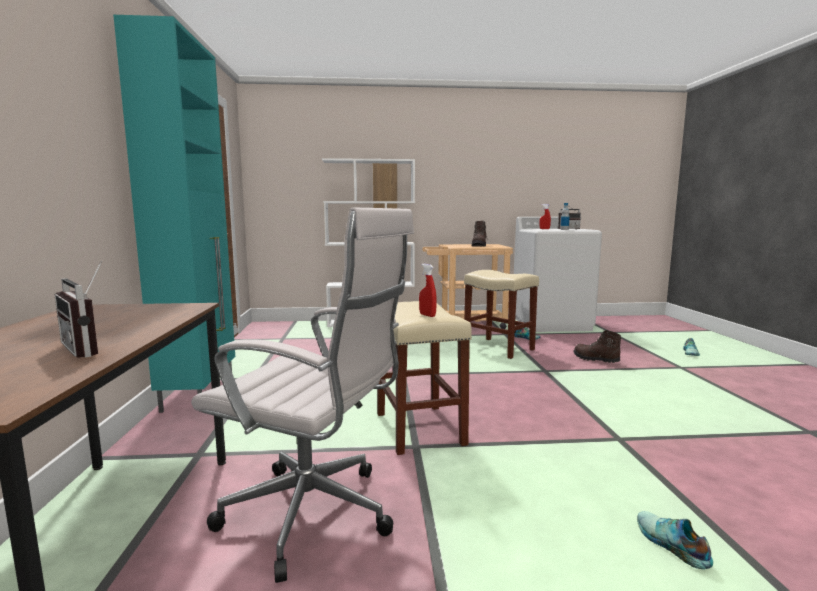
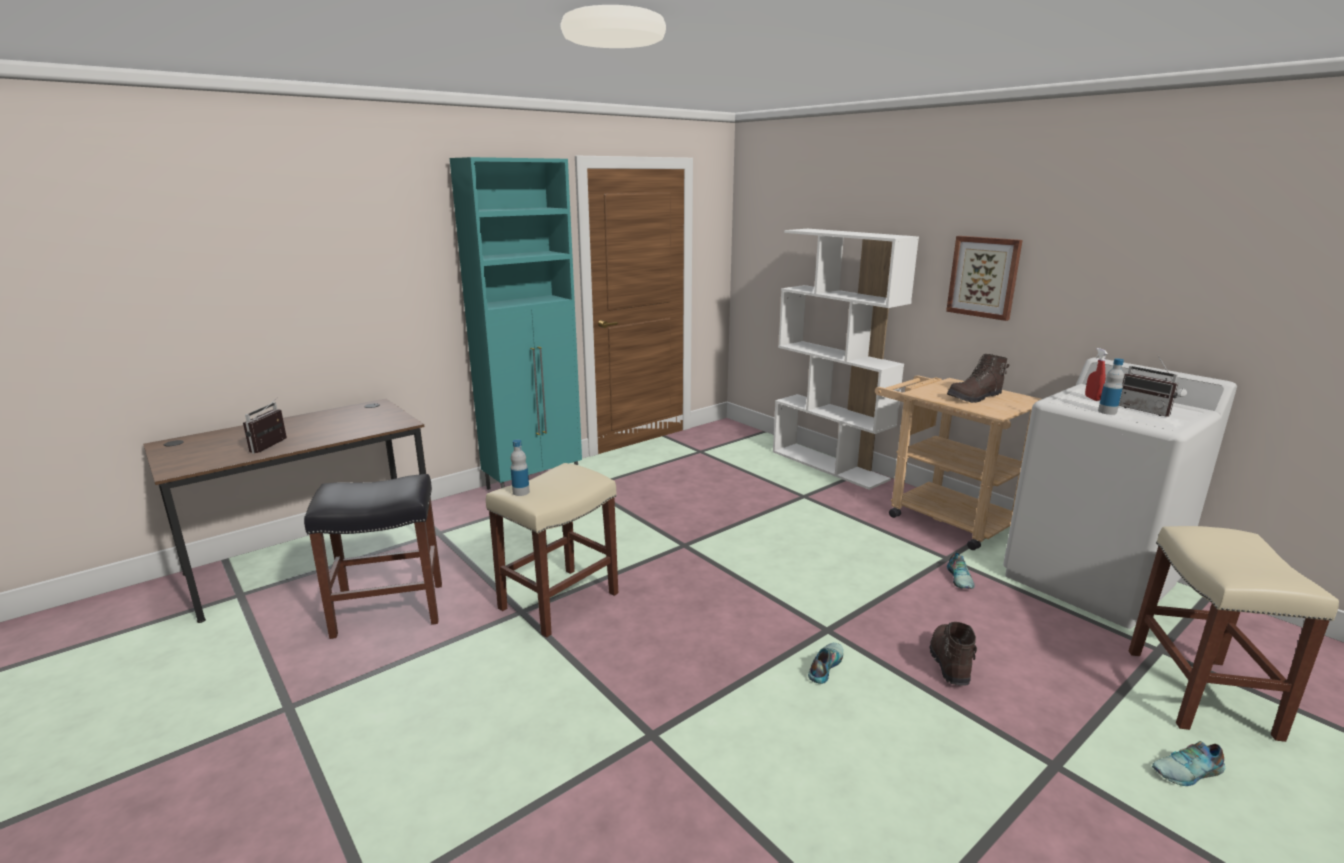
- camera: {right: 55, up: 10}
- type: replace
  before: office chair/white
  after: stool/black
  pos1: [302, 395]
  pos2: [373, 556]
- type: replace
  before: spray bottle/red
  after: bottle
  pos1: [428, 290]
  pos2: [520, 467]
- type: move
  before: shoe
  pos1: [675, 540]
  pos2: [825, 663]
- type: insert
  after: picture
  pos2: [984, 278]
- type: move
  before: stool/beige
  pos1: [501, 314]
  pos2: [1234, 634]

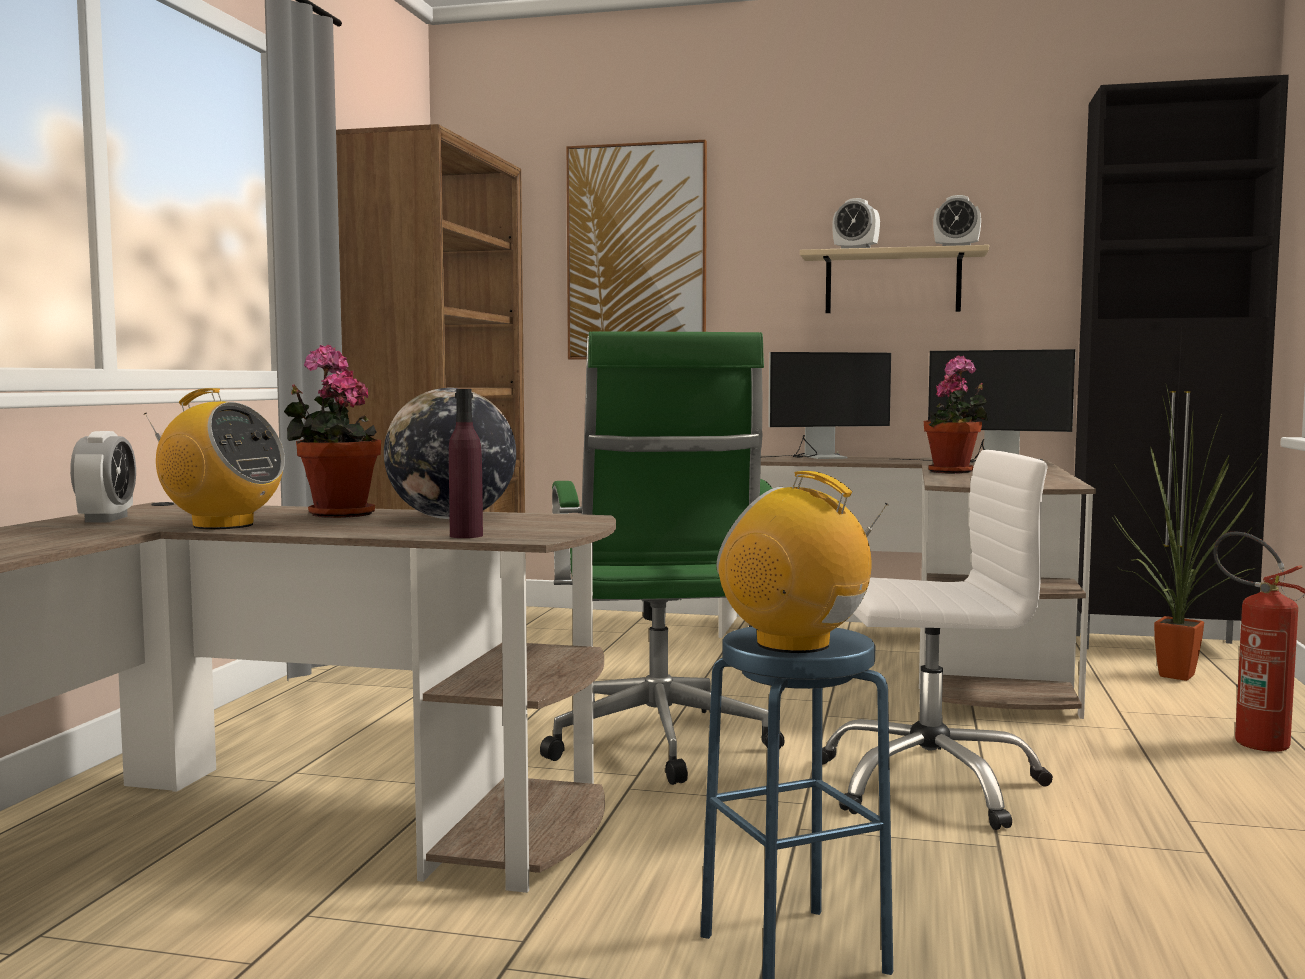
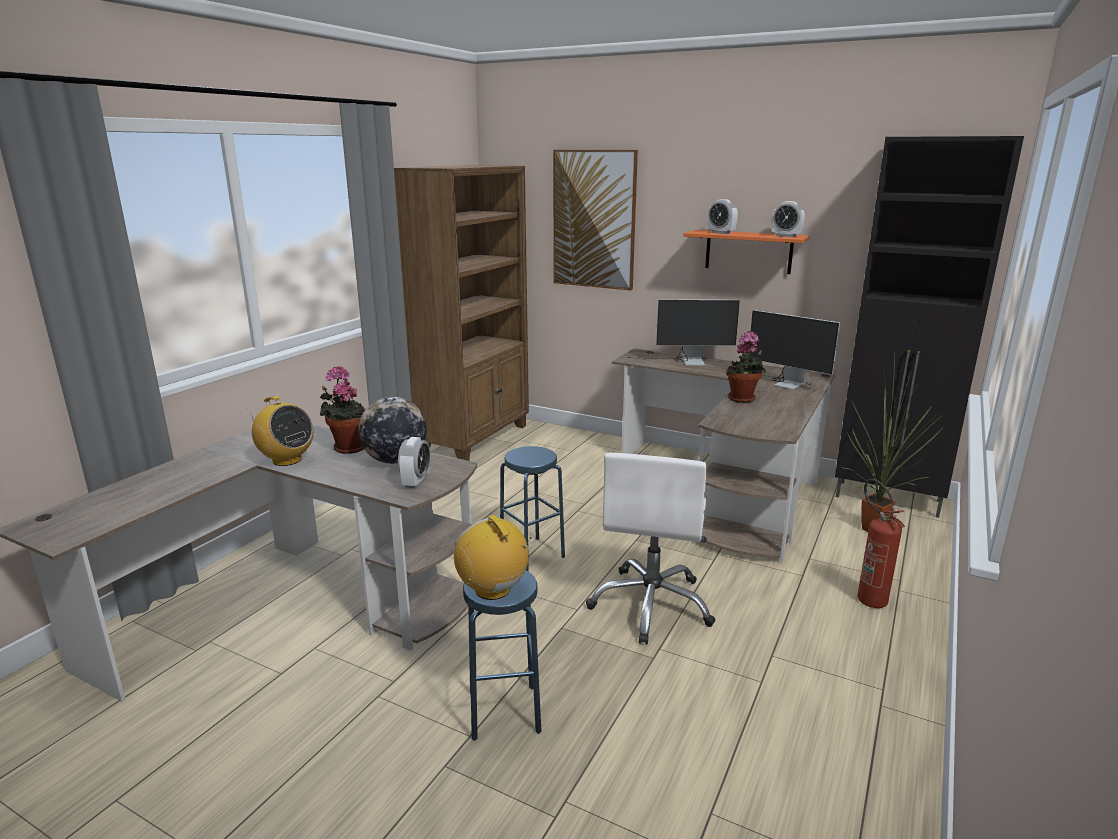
- camera: {right: 15, up: 15}
- type: move
  before: alarm clock
  pos1: [103, 477]
  pos2: [414, 463]
- type: replace
  before: office chair/green
  after: stool/blue
  pos1: [662, 558]
  pos2: [532, 508]
- type: rotate
  before: office chair/white
  pos1: [937, 640]
  pos2: [651, 548]
  turn: 90
- type: recolor
  before: shelf/beige
  after: shelf/orange
  pos1: [894, 279]
  pos2: [746, 252]
- type: delete
  before: bottle/purple
  pos1: [466, 463]

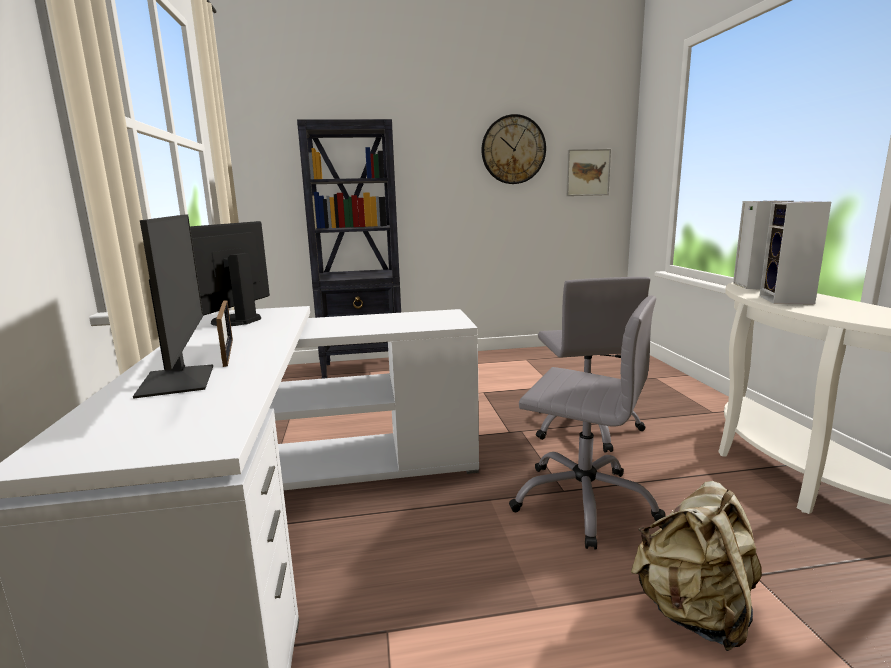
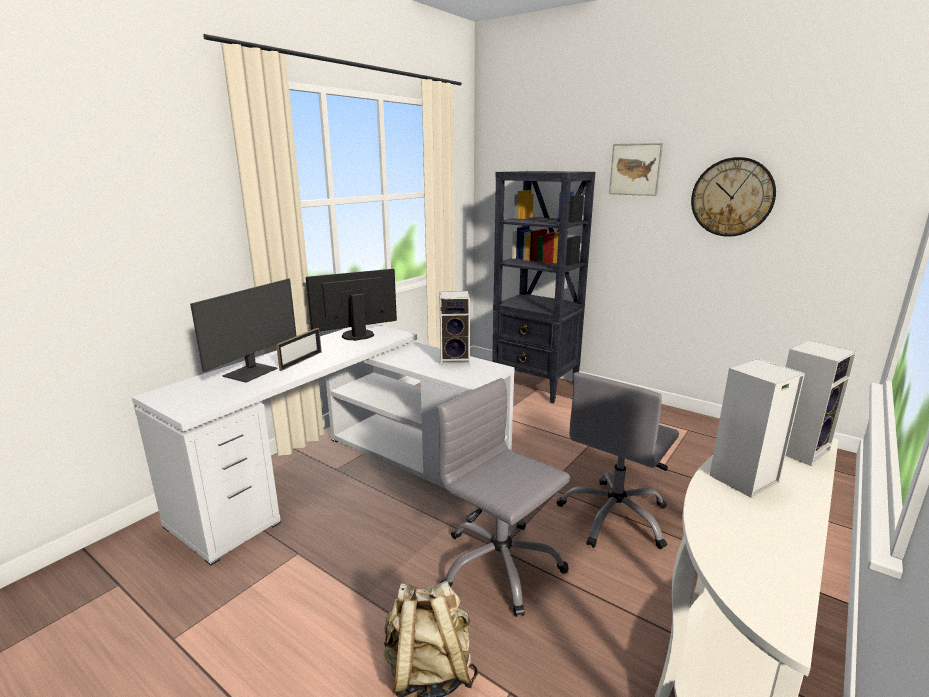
- camera: {right: 45, up: 5}
- type: rotate
  before: office chair/grey
  pos1: [587, 422]
  pos2: [503, 497]
  turn: 150
- type: insert
  after: speaker
  pos2: [454, 328]
- type: move
  before: picture
  pos1: [588, 172]
  pos2: [636, 169]

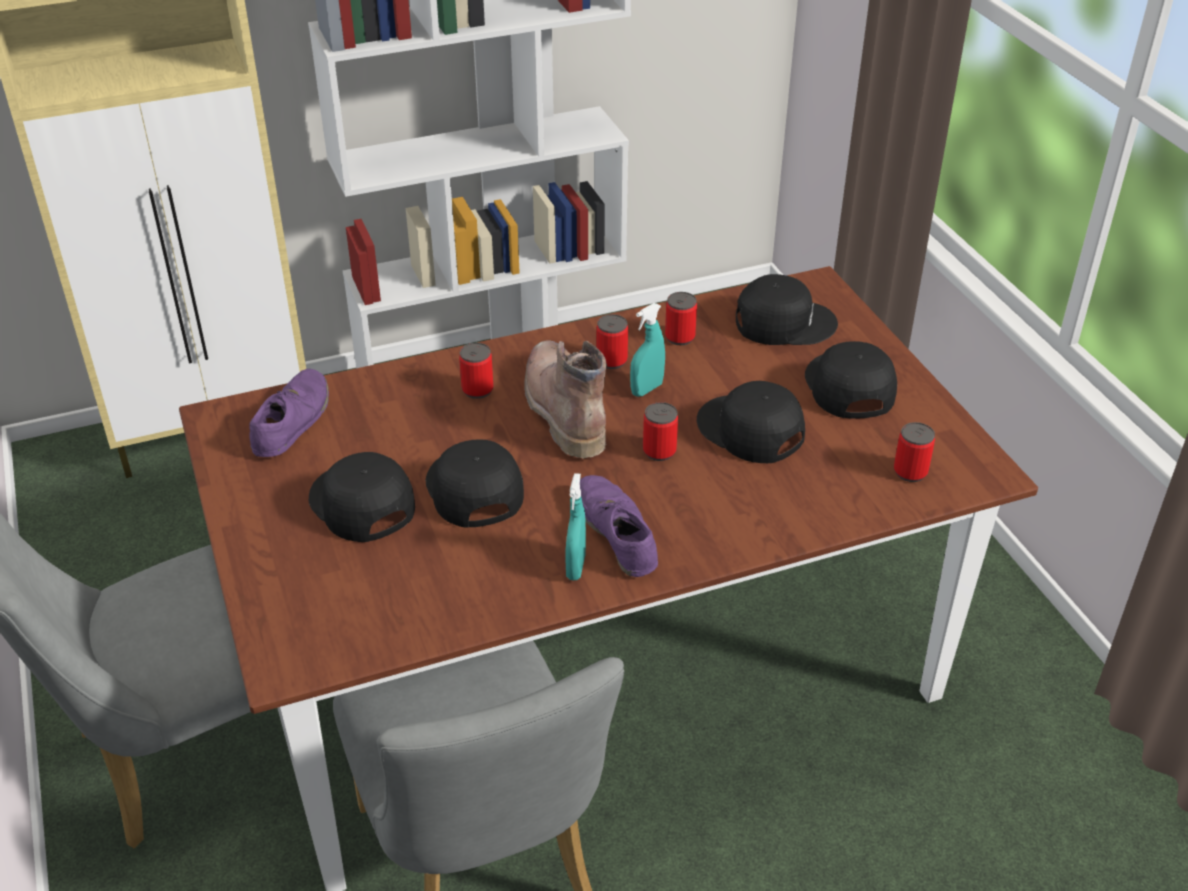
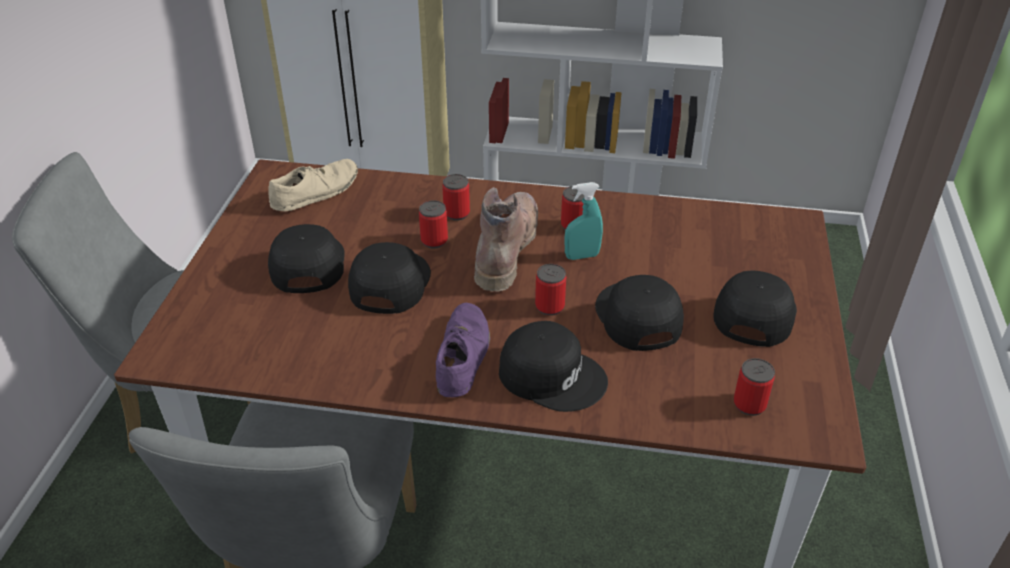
- camera: {right: 30, up: 0}
- type: recolor
  before: shoe/purple
  after: shoe/beige
  pos1: [289, 413]
  pos2: [313, 185]
- type: move
  before: can
  pos1: [681, 318]
  pos2: [433, 224]
- type: move
  before: cap/black
  pos1: [787, 309]
  pos2: [553, 366]
- type: delete
  before: spray bottle/turquoise
  pos1: [576, 527]

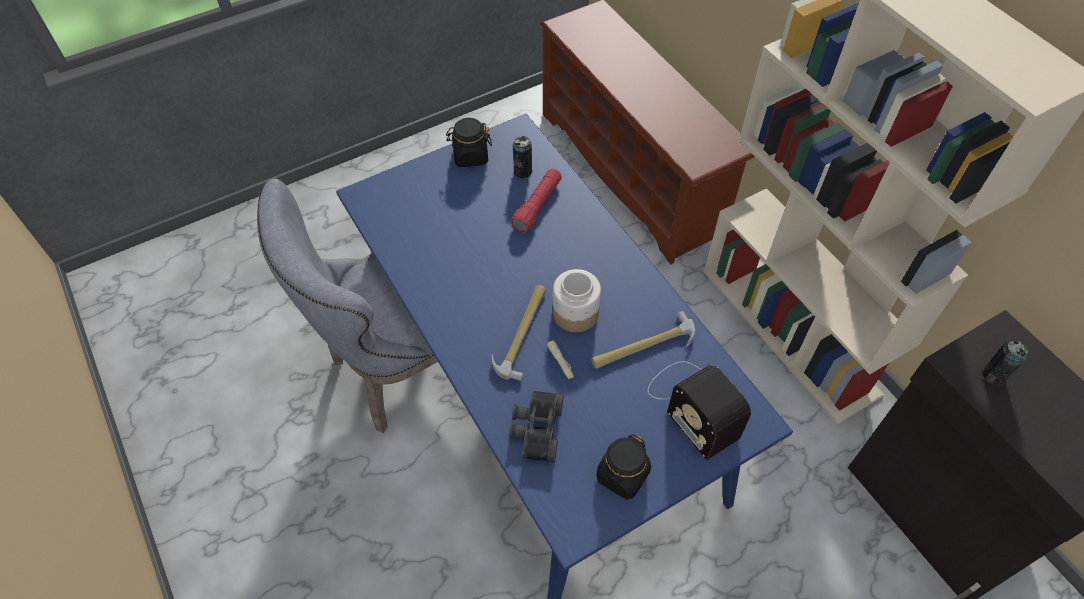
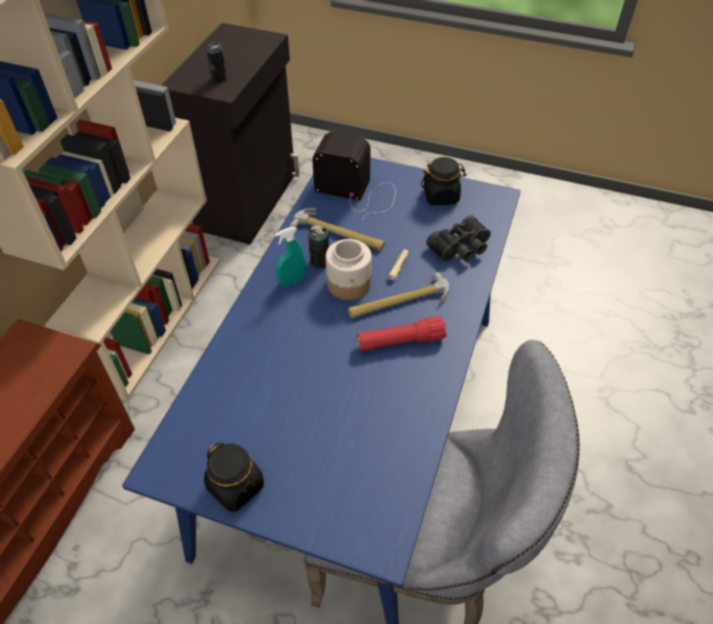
- camera: {right: -130, up: -5}
- type: insert
  after: spray bottle/turquoise
  pos2: [290, 256]
- type: move
  before: can
  pos1: [523, 157]
  pos2: [318, 247]
- type: rotate
  before: radio
  pos1: [699, 410]
  pos2: [354, 176]
  turn: -90
- type: move
  before: flashlight/red
  pos1: [536, 201]
  pos2: [402, 333]

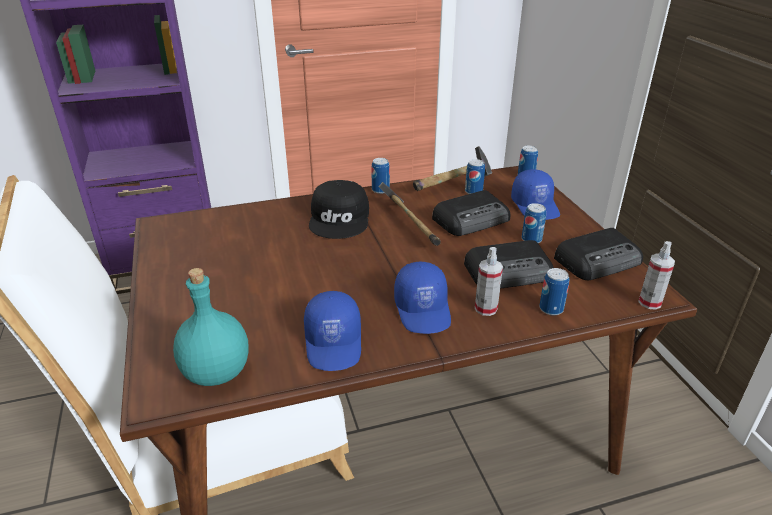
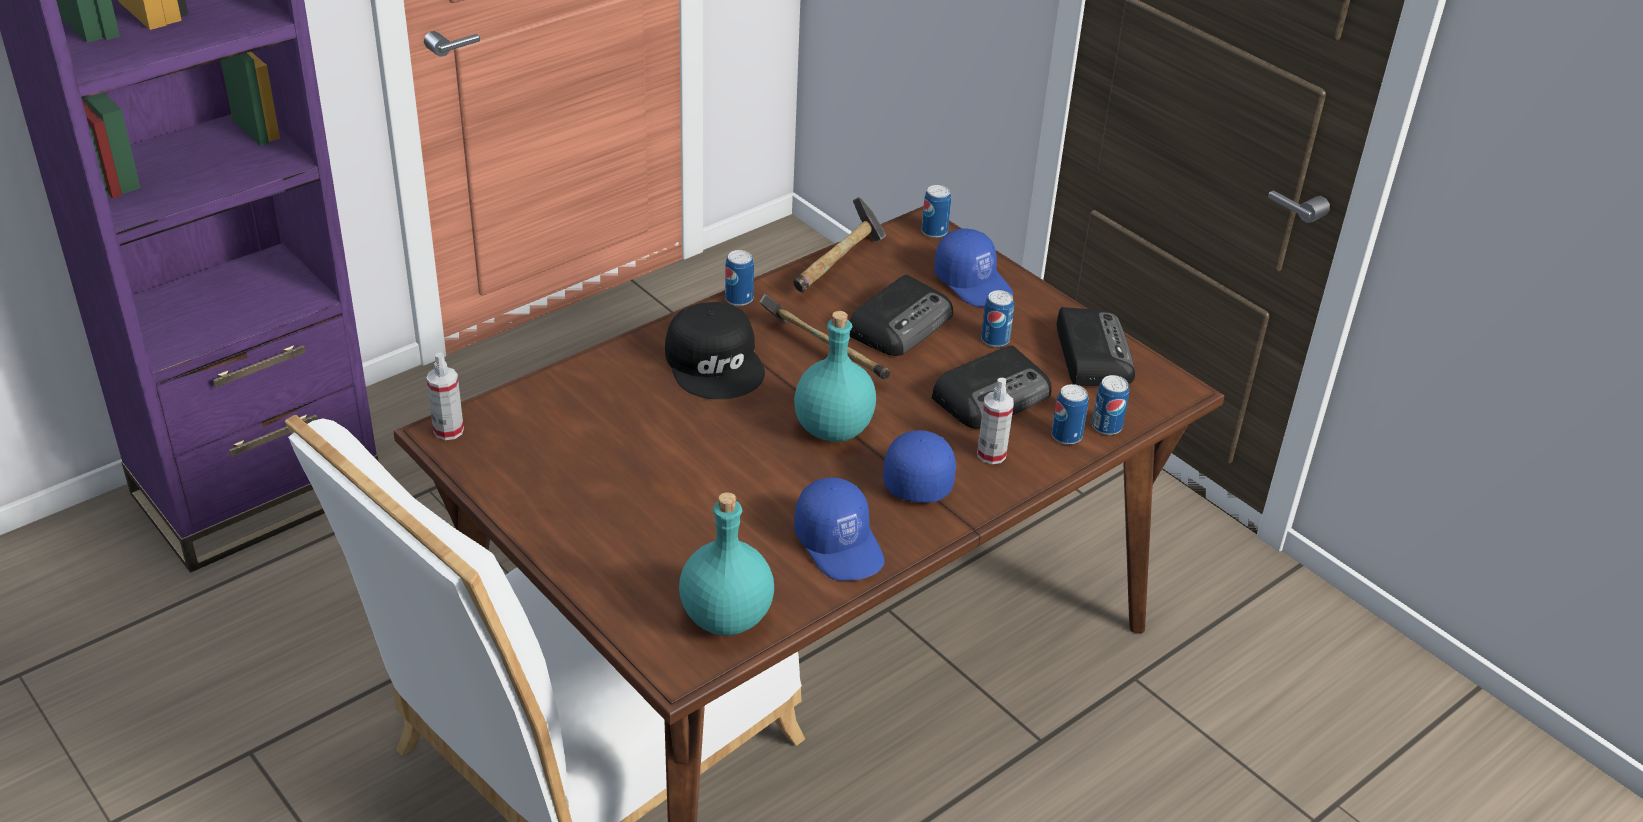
- camera: {right: -25, up: 5}
- type: move
  before: spray bottle
  pos1: [656, 275]
  pos2: [445, 396]
- type: insert
  after: bottle/turquoise
  pos2: [835, 376]
- type: rotate
  before: cap/blue
  pos1: [422, 298]
  pos2: [919, 466]
  turn: -135
- type: rotate
  before: radio
  pos1: [598, 254]
  pos2: [1096, 346]
  turn: -45
- type: move
  before: can
  pos1: [475, 176]
  pos2: [1110, 405]

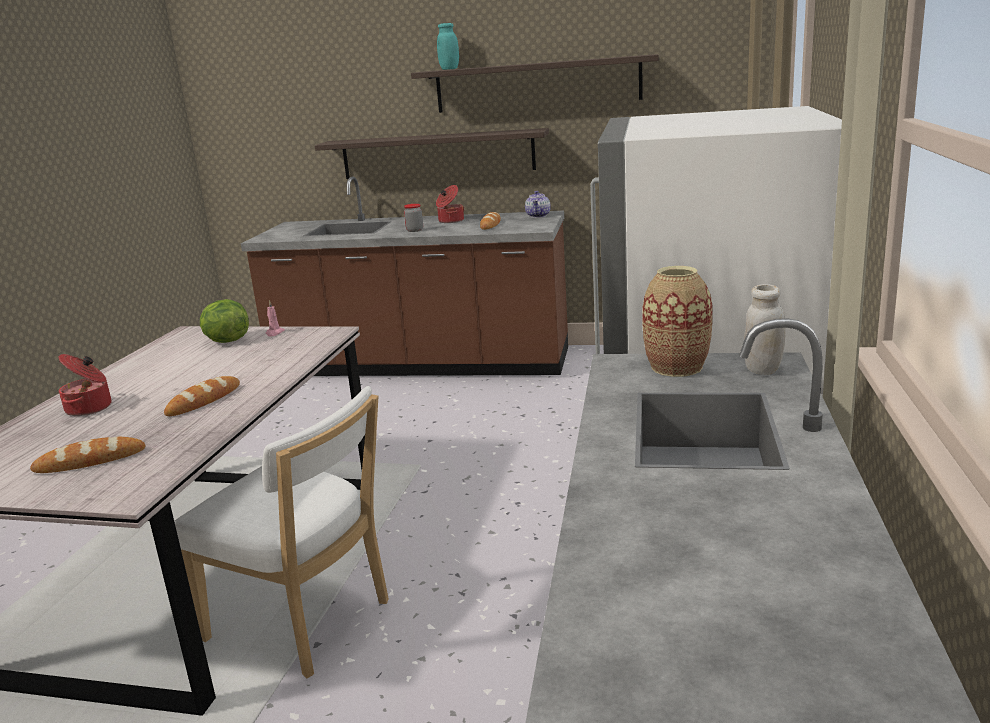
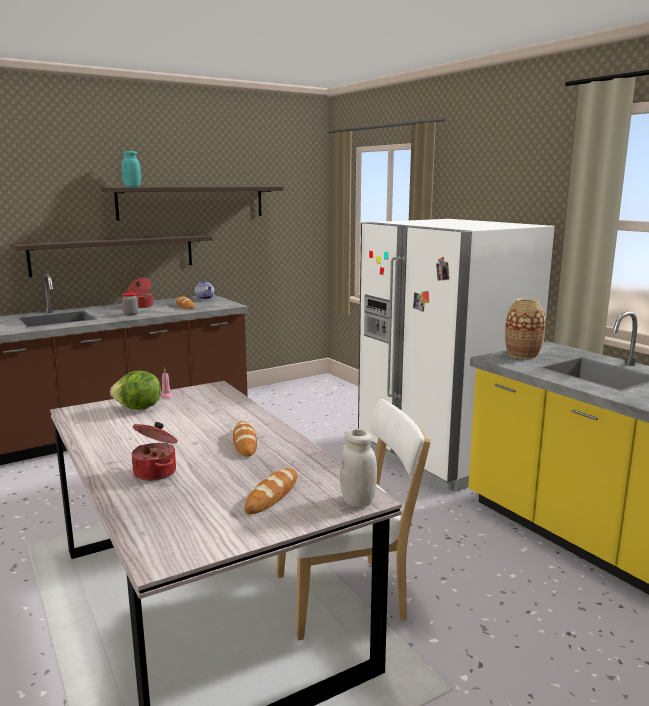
- camera: {right: -45, up: -5}
- type: move
  before: jar/white
  pos1: [765, 329]
  pos2: [358, 468]

